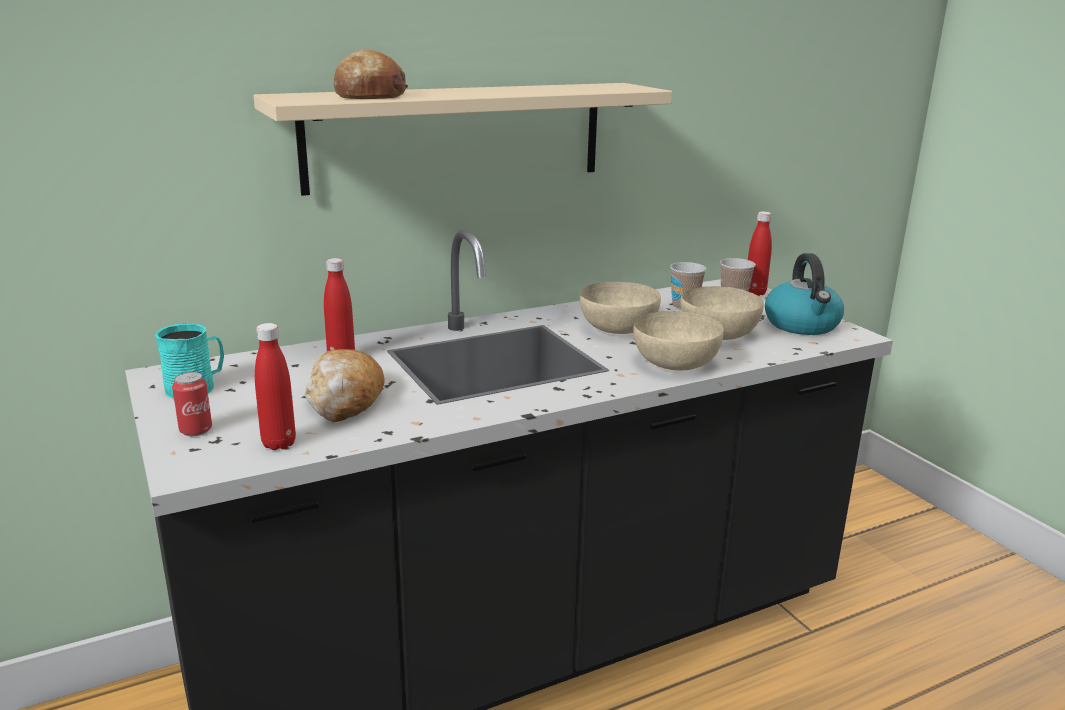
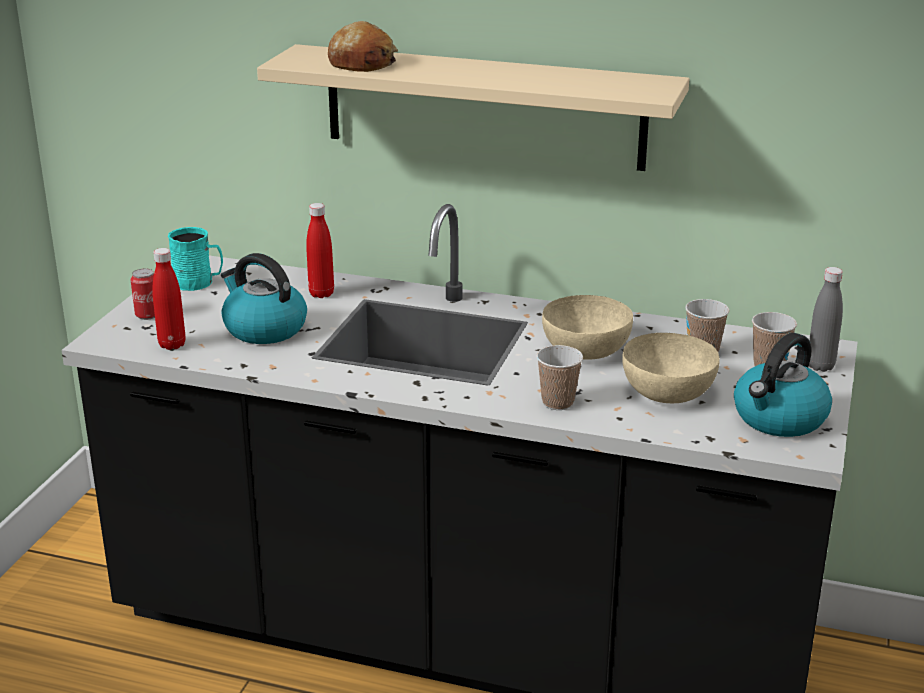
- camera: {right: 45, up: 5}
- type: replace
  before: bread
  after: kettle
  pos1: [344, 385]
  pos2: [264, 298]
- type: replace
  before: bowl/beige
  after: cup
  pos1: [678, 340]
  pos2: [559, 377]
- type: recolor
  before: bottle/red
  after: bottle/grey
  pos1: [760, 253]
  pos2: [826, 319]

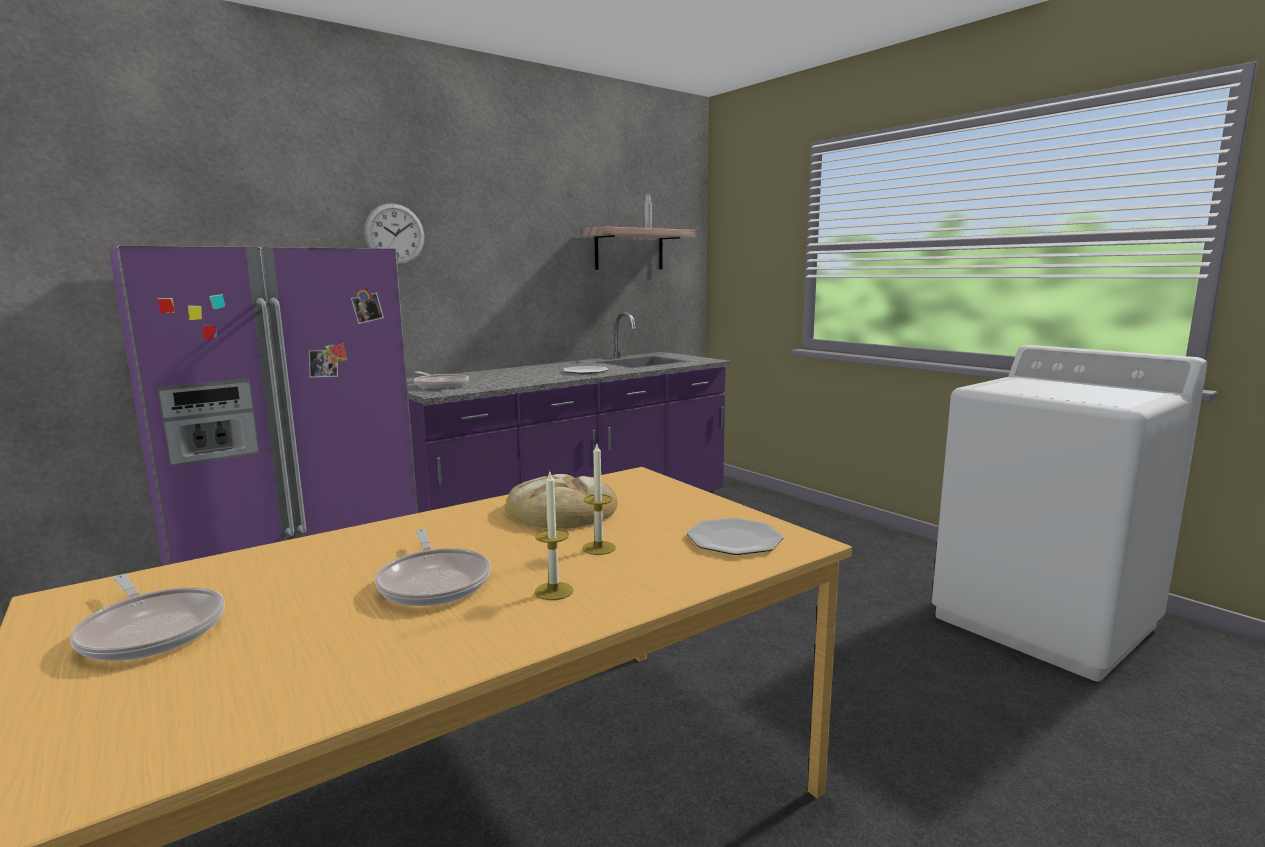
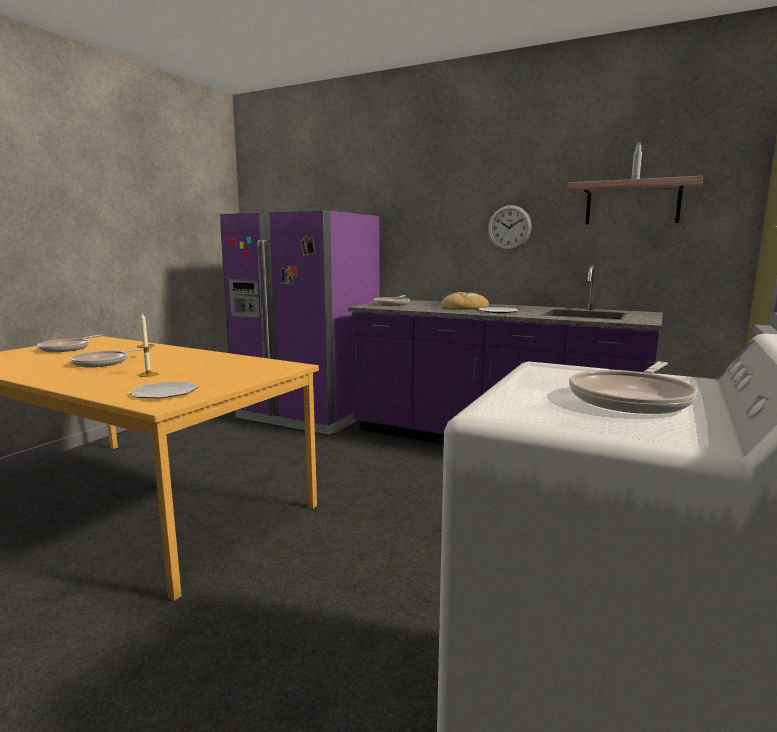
- camera: {right: 65, up: 0}
- type: move
  before: bread
  pos1: [561, 501]
  pos2: [465, 300]
- type: move
  before: wall clock
  pos1: [394, 234]
  pos2: [510, 227]
- type: insert
  after: frying pan
  pos2: [633, 388]
- type: delete
  before: candle
  pos1: [554, 535]

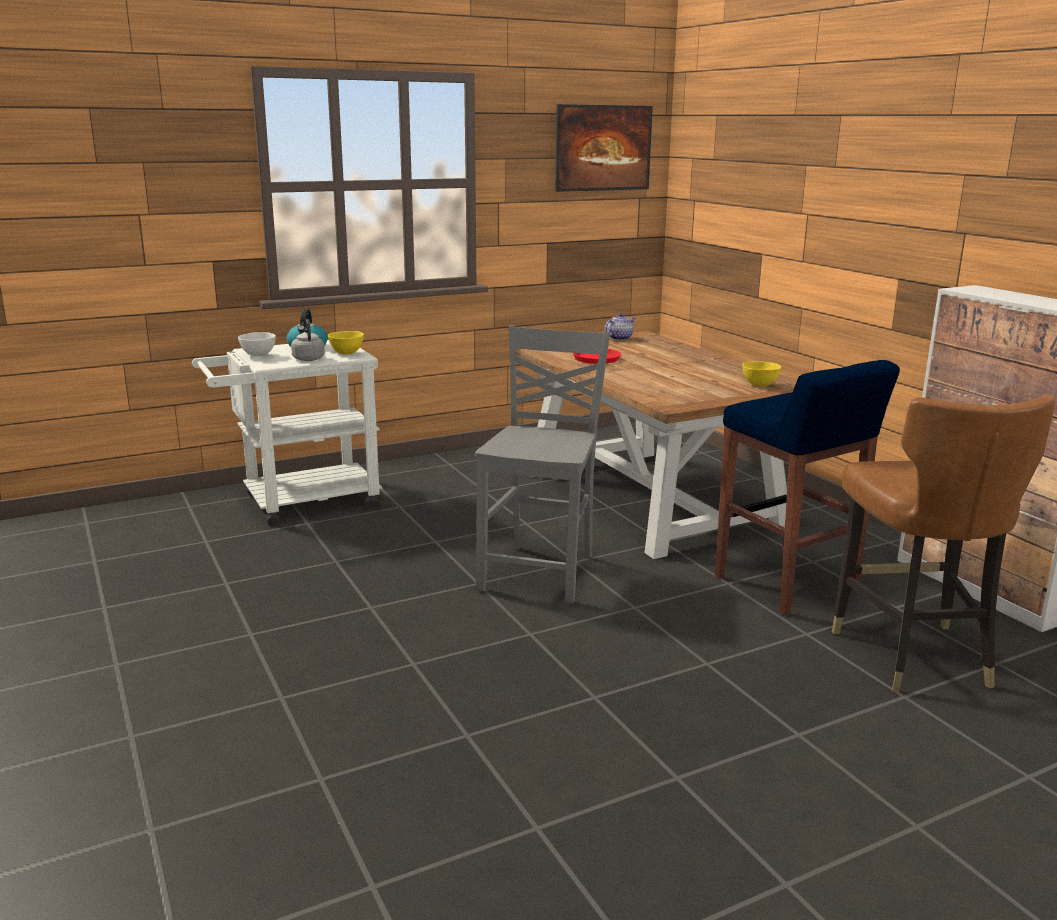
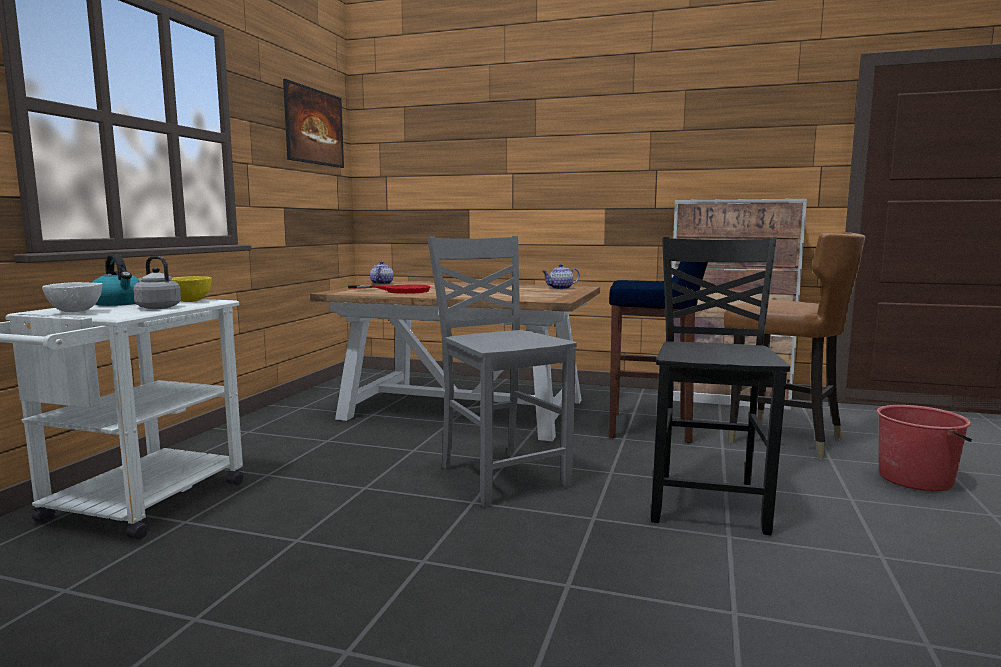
- camera: {right: -45, up: -10}
- type: replace
  before: bowl/yellow
  after: teapot
  pos1: [761, 373]
  pos2: [561, 276]
- type: insert
  after: chair/black
  pos2: [720, 386]
- type: insert
  after: bucket/red
  pos2: [924, 448]

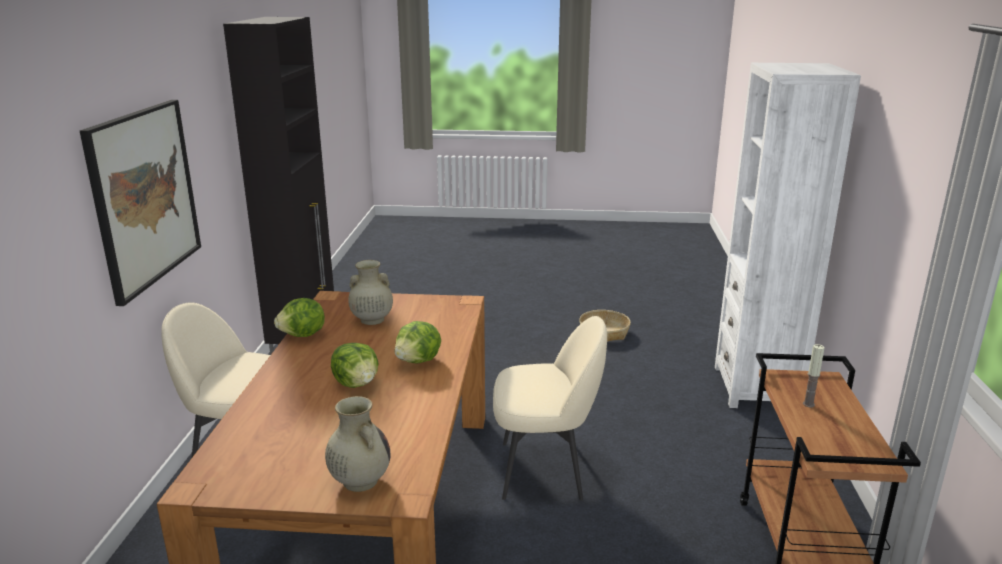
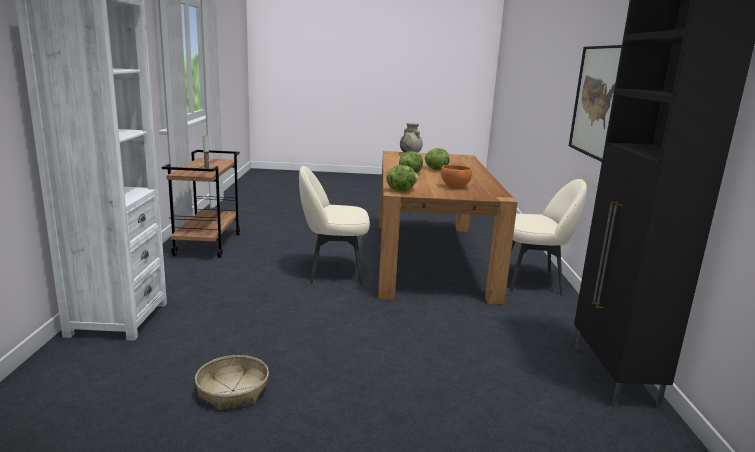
- camera: {right: 175, up: -5}
- type: move
  before: lettuce
  pos1: [299, 317]
  pos2: [402, 178]
- type: replace
  before: vase/beige
  after: bowl/orange
  pos1: [370, 292]
  pos2: [456, 177]

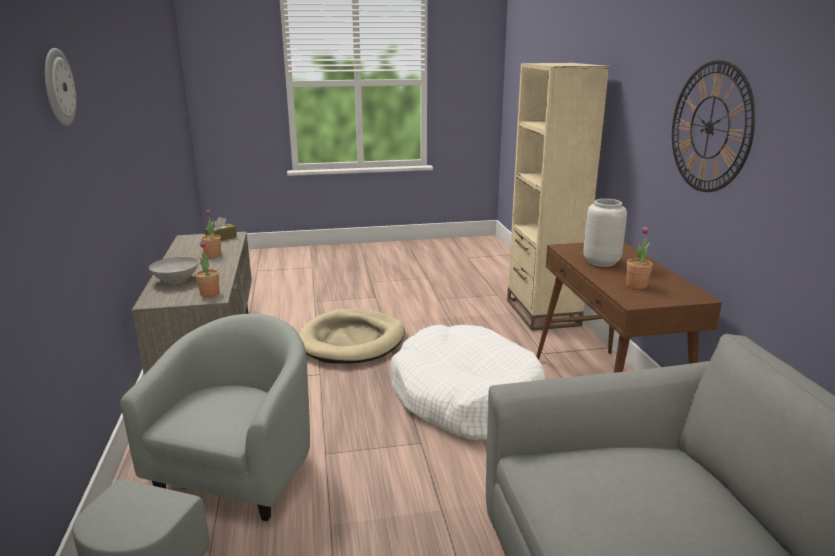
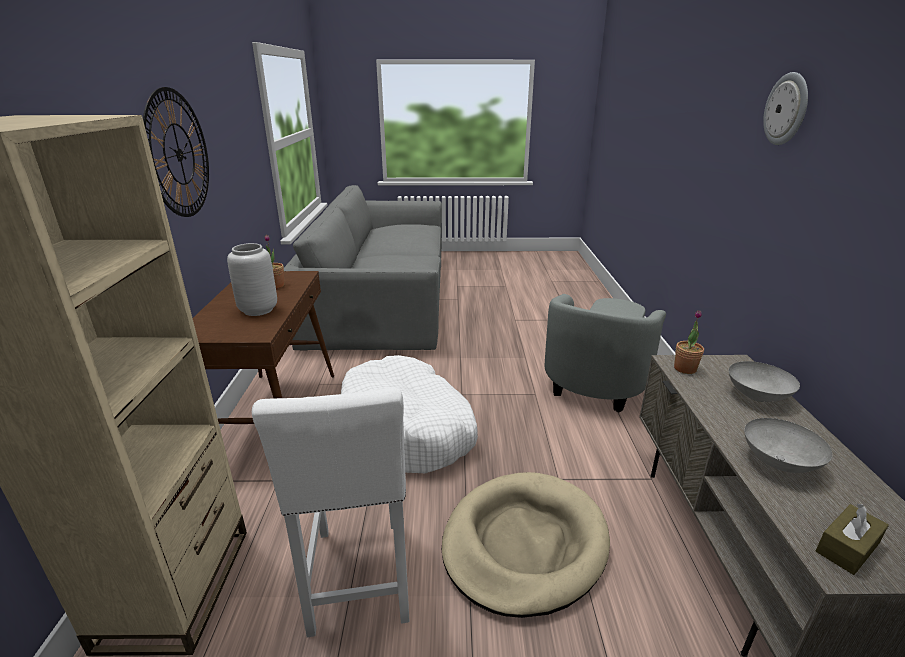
- camera: {right: -170, up: 5}
- type: insert
  after: stool/white
  pos2: [331, 512]
- type: replace
  before: potted plant
  after: bowl/grey
  pos1: [211, 234]
  pos2: [788, 445]

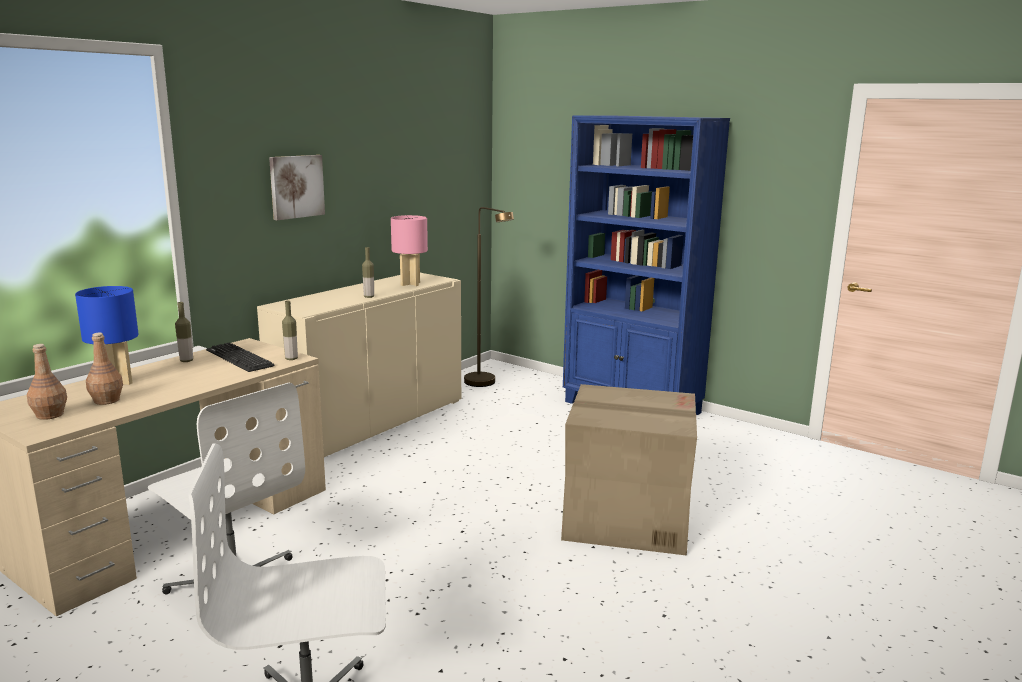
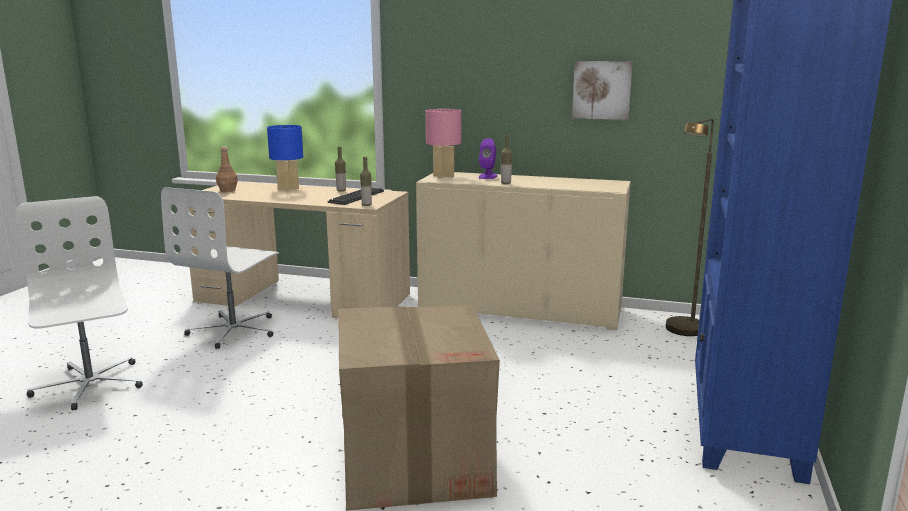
- camera: {right: 70, up: 0}
- type: move
  before: table lamp/pink
  pos1: [409, 250]
  pos2: [443, 143]
- type: insert
  after: speaker/purple
  pos2: [488, 158]
- type: move
  before: picture
  pos1: [297, 187]
  pos2: [602, 90]
- type: delete
  before: bottle/brown
  pos1: [104, 369]

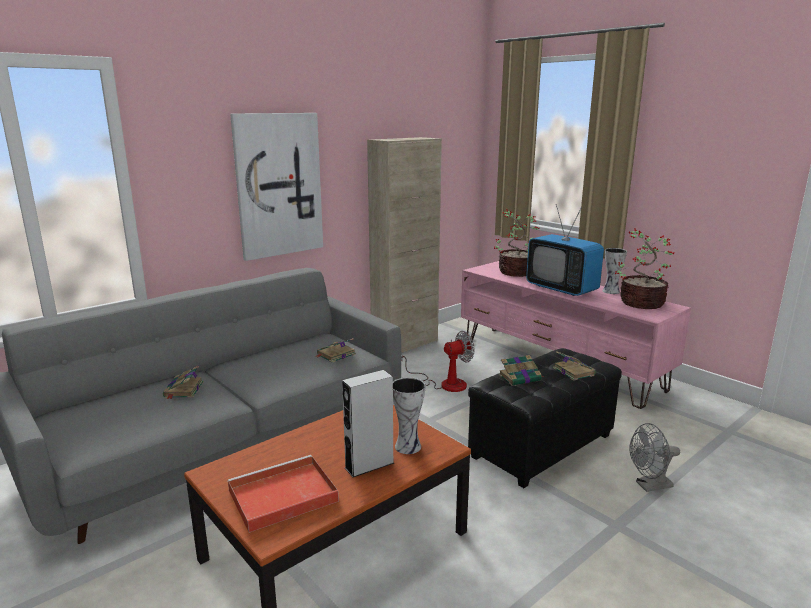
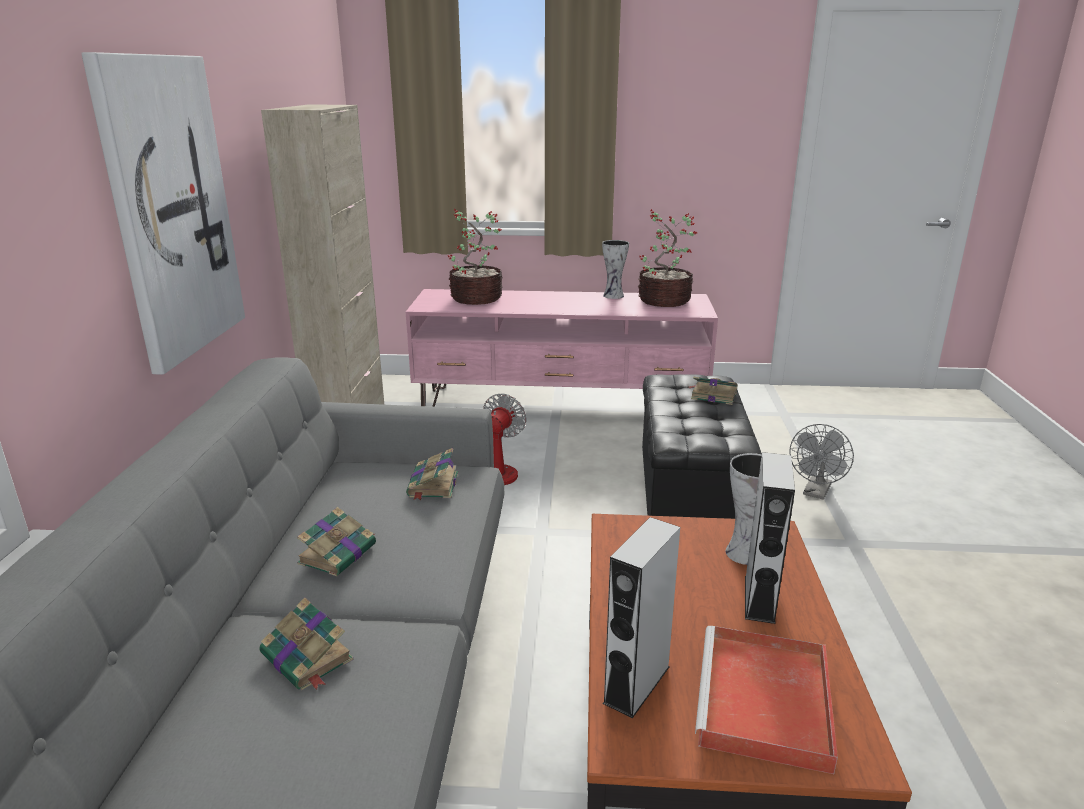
- camera: {right: -45, up: 5}
- type: move
  before: book
  pos1: [521, 370]
  pos2: [336, 541]
- type: insert
  after: speaker/grey
  pos2: [641, 617]
- type: delete
  before: television
  pos1: [565, 250]

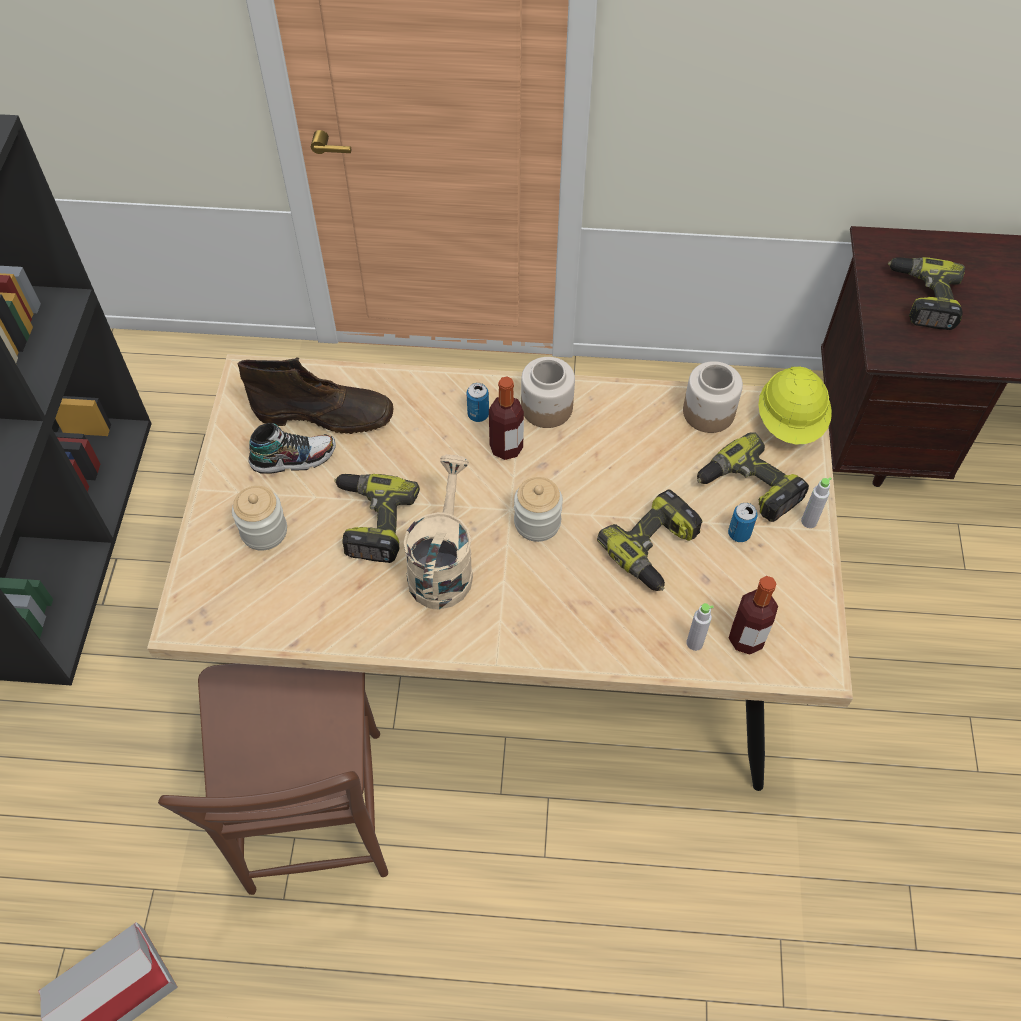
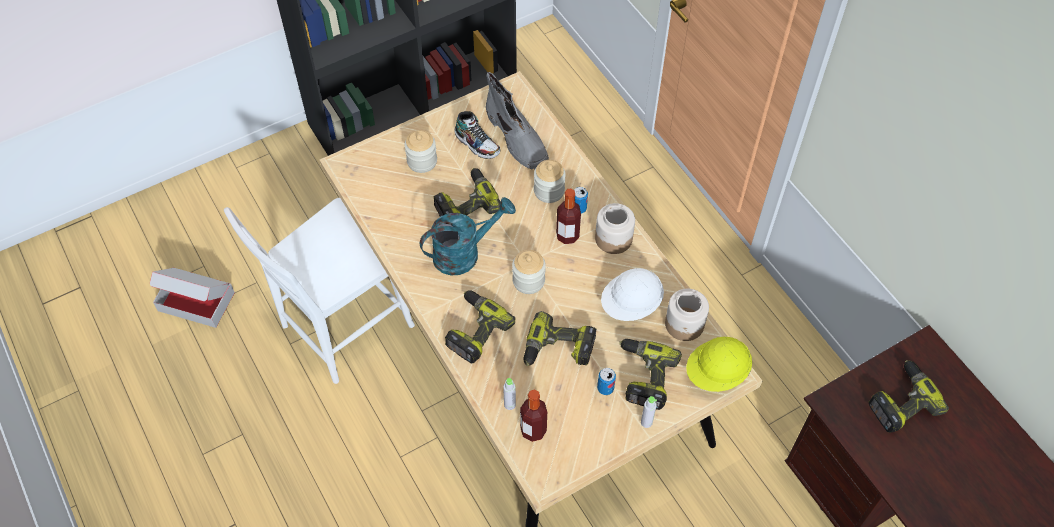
- camera: {right: 55, up: 0}
- type: recolor
  before: chair/brown
  after: chair/white
  pos1: [273, 779]
  pos2: [319, 291]
- type: recolor
  before: watering can/beige
  after: watering can/turquoise
  pos1: [438, 531]
  pos2: [468, 236]
- type: insert
  after: power drill
  pos2: [480, 327]
- type: recolor
  before: boot/brown
  after: boot/grey
  pos1: [315, 395]
  pos2: [517, 120]
- type: insert
  after: jar
  pos2: [550, 181]
- type: insert
  after: hard hat/white
  pos2: [632, 294]

